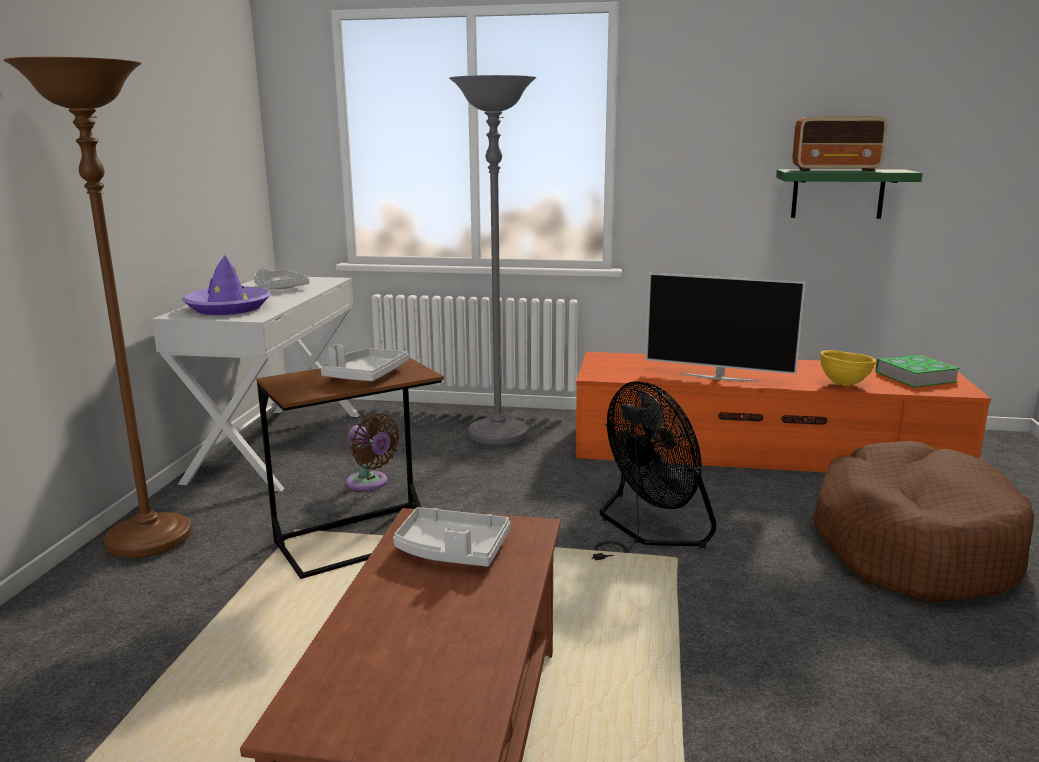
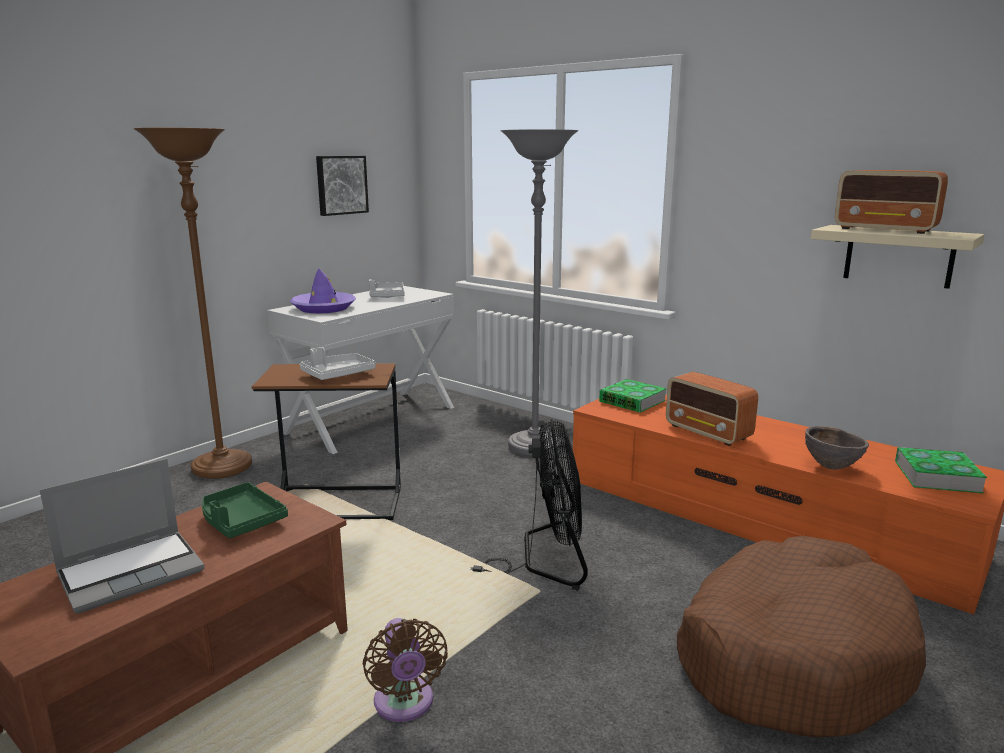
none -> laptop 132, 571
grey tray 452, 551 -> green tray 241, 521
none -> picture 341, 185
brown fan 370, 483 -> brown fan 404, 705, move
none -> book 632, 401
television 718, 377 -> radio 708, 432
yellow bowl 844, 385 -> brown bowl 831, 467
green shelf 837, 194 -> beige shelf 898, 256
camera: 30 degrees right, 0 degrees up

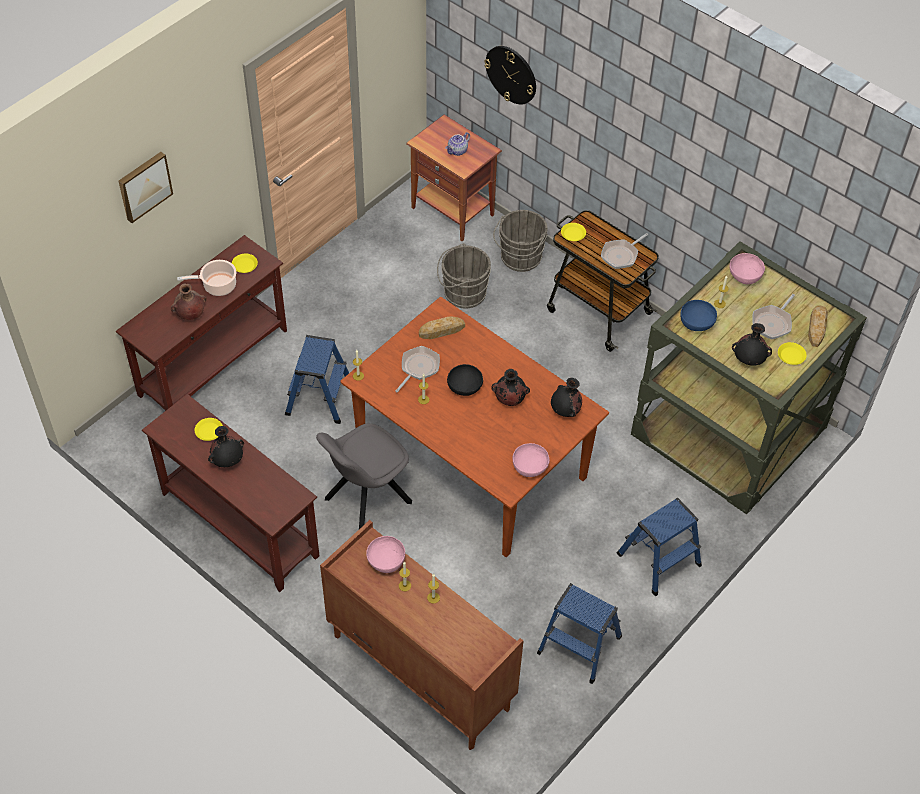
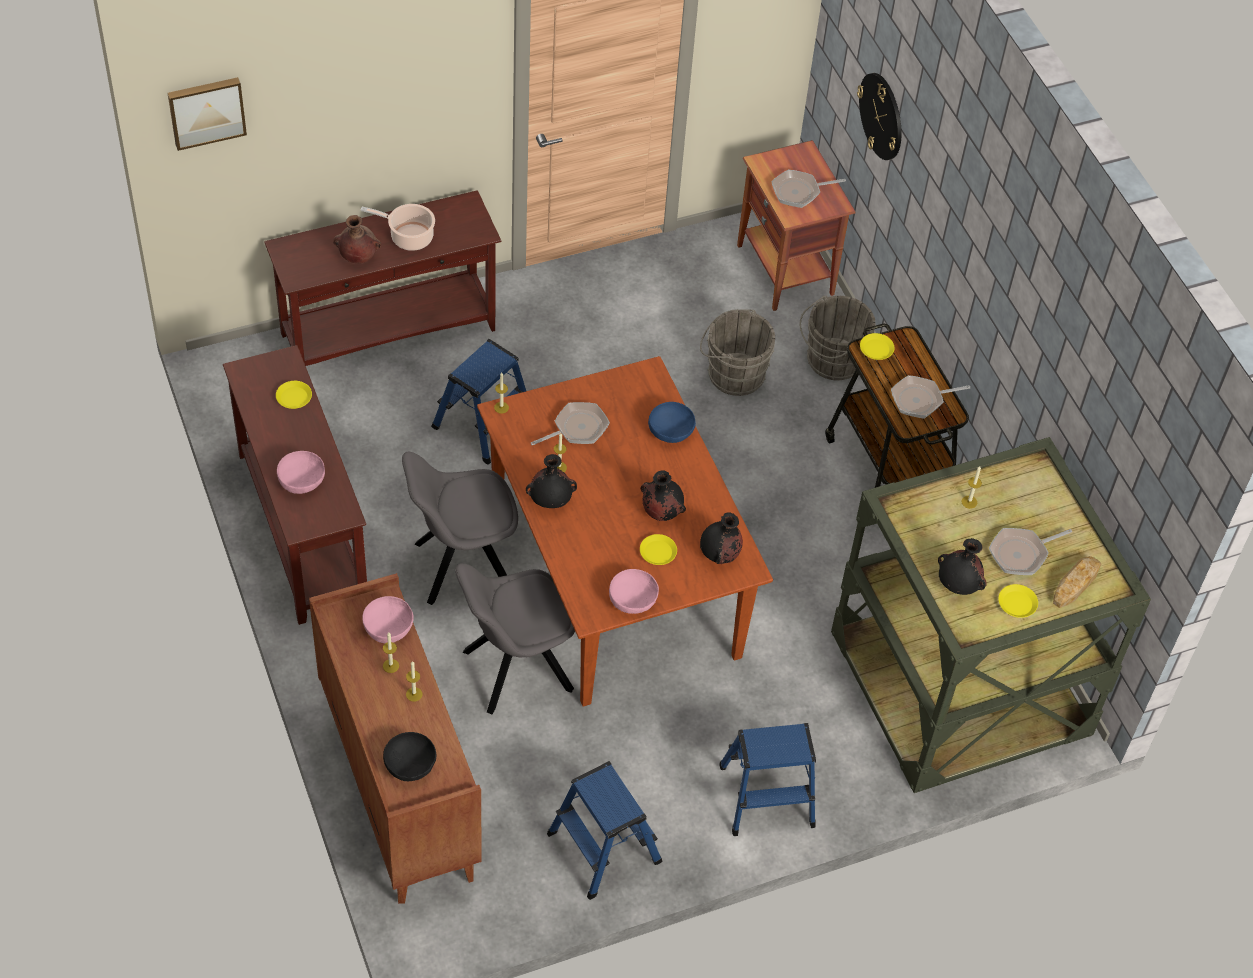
picture 144, 185 -> picture 206, 111, move
pink bowl 744, 275 -> pink bowl 302, 481, move
black bowl 465, 387 -> black bowl 410, 765, move
none -> grey chair 516, 670
black vase 228, 460 -> black vase 551, 501, move
yellow plate 245, 265 -> yellow plate 658, 552, move
blue bowl 696, 322 -> blue bowl 671, 431, move
teapot 457, 151 -> frying pan 799, 192
bread 442, 330 -> none
camera: 25 degrees right, 0 degrees up

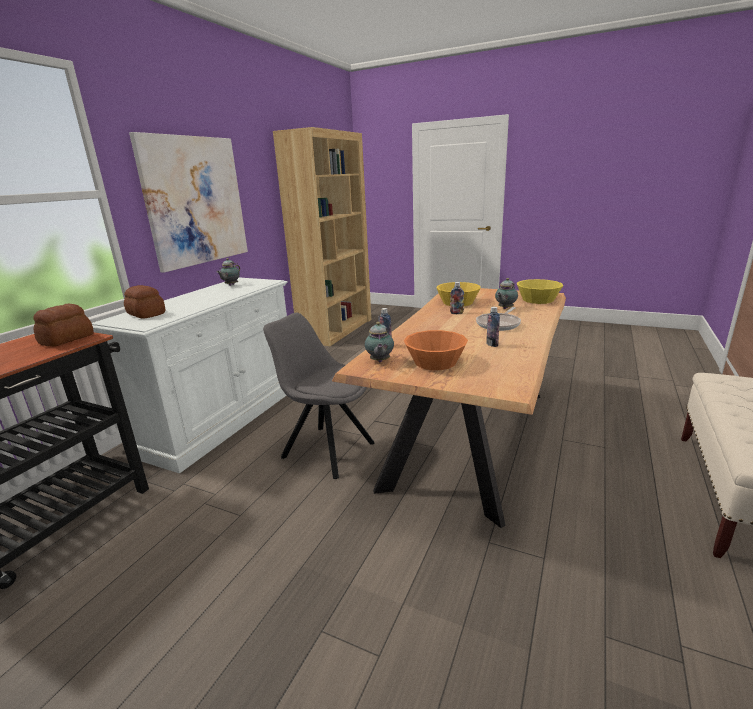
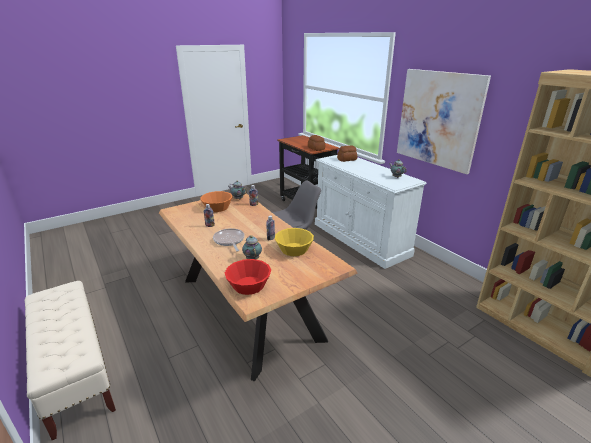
yellow bowl 537, 299 -> red bowl 249, 285
camera: 120 degrees right, 5 degrees up

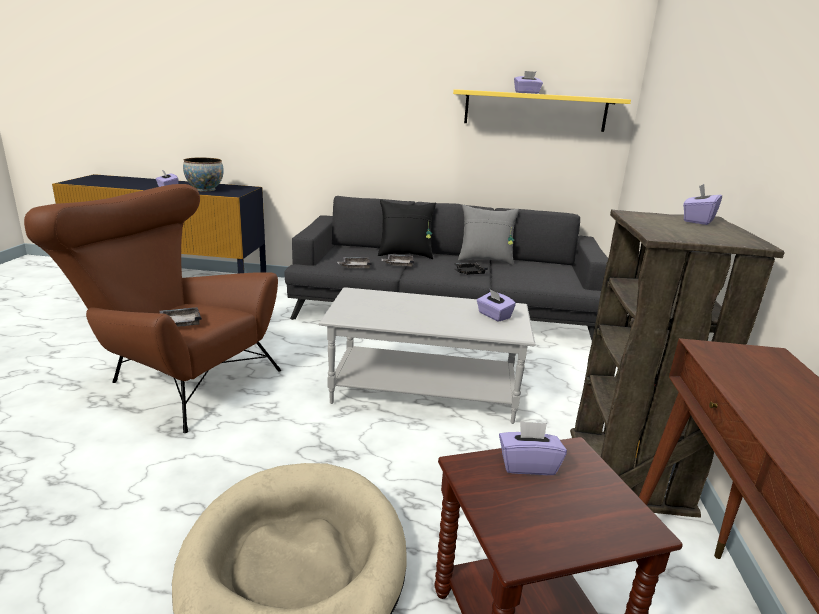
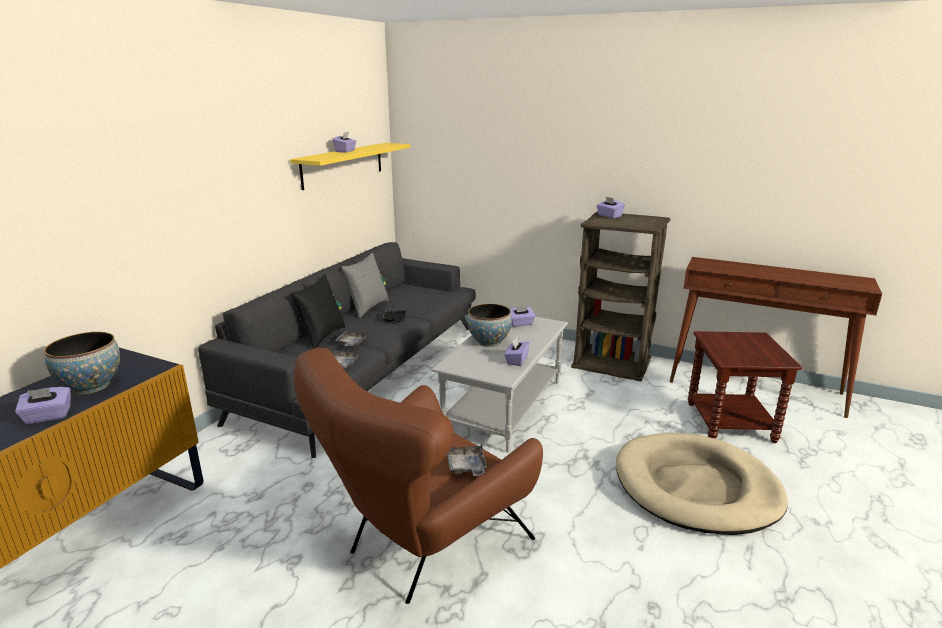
none -> bowl 489, 342
purple tissue box 528, 465 -> purple tissue box 516, 360, move
camera: 70 degrees left, 0 degrees up

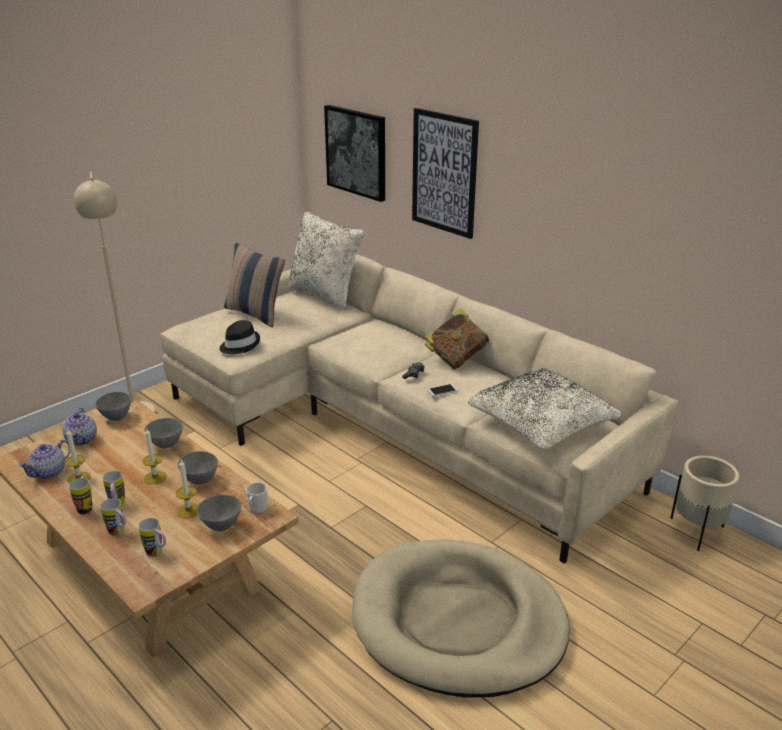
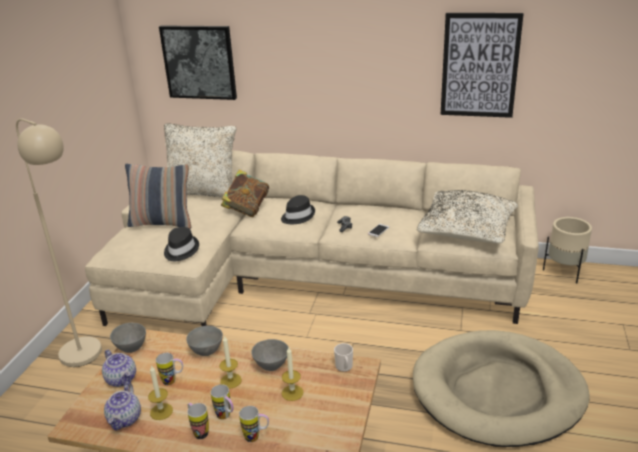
mug 157, 553 -> mug 173, 381, move
book 456, 358 -> book 247, 209, move
none -> black hat 297, 216
picture 444, 173 -> picture 479, 66, move
grey bowl 221, 526 -> none
camera: 30 degrees left, 0 degrees up

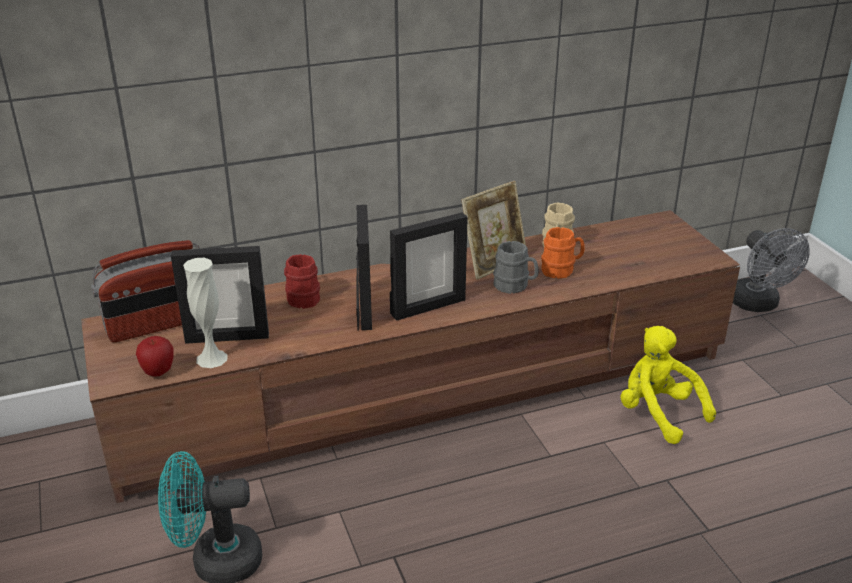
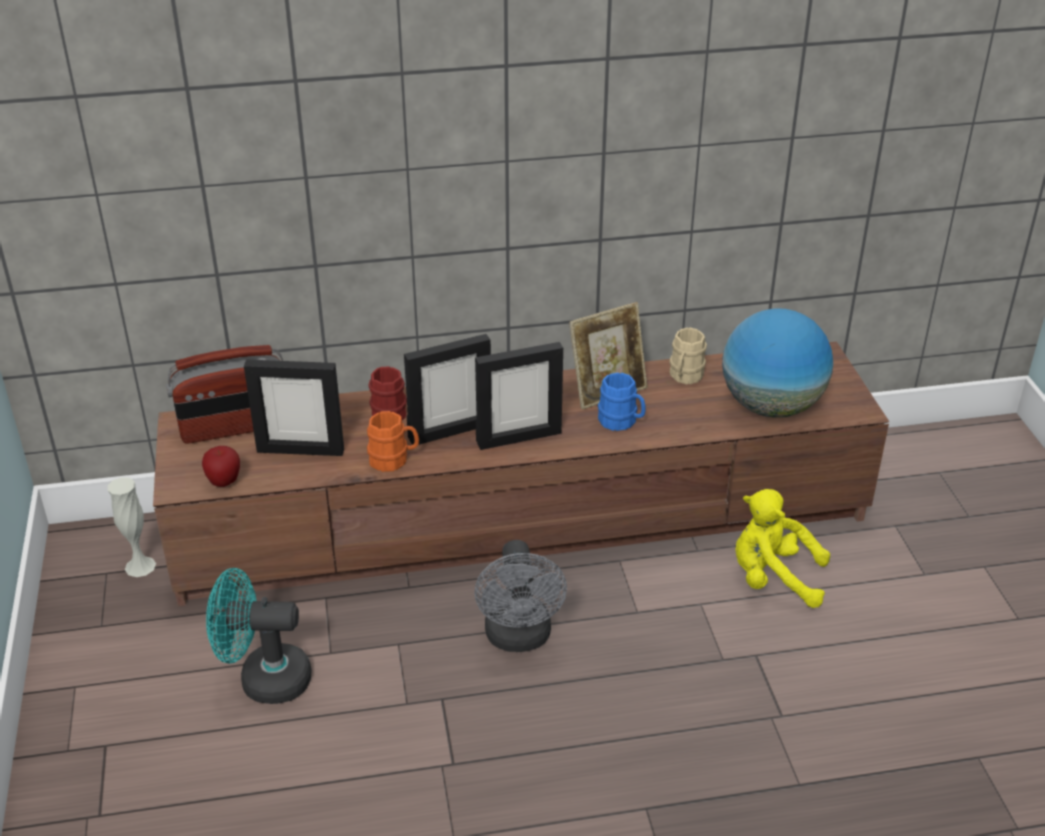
white vase 211, 358 -> white vase 140, 566, move
orange mug 561, 270 -> orange mug 394, 460, move
picture frame 364, 308 -> picture frame 450, 431, 60 degrees clockwise
grey fan 758, 305 -> grey fan 519, 638, move
grey mug 515, 286 -> blue mug 621, 422
none -> globe 770, 407
yellow plush toy 658, 413 -> yellow plush toy 773, 578, 45 degrees counterclockwise
camera: 10 degrees right, 5 degrees up

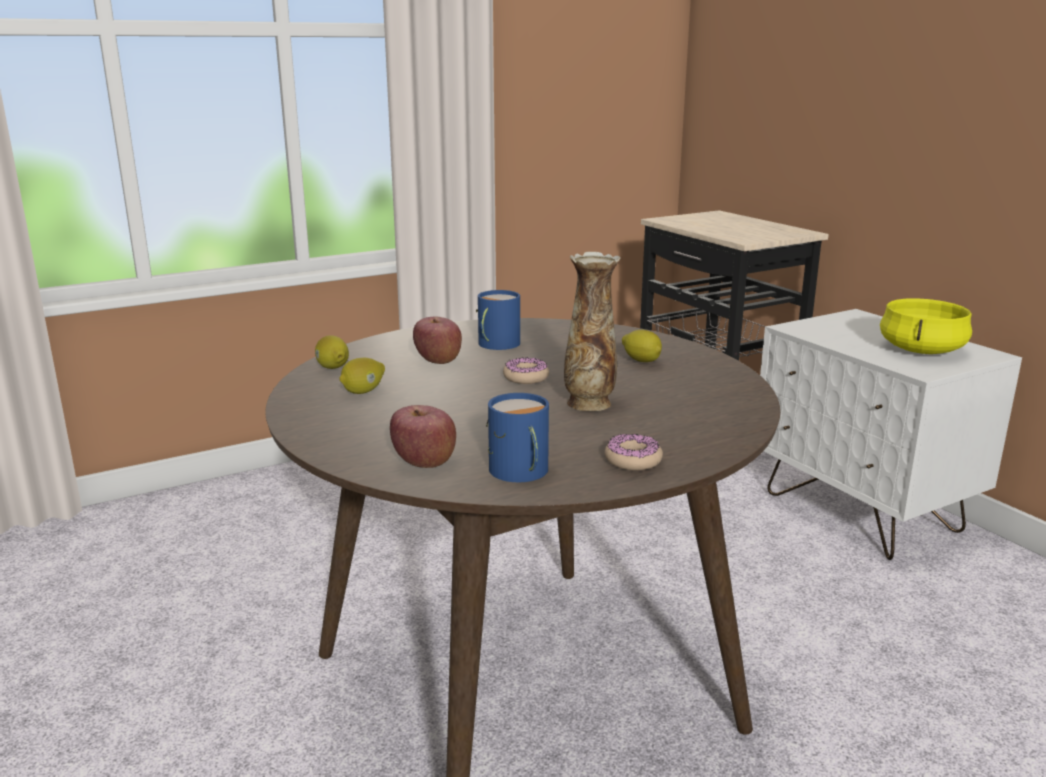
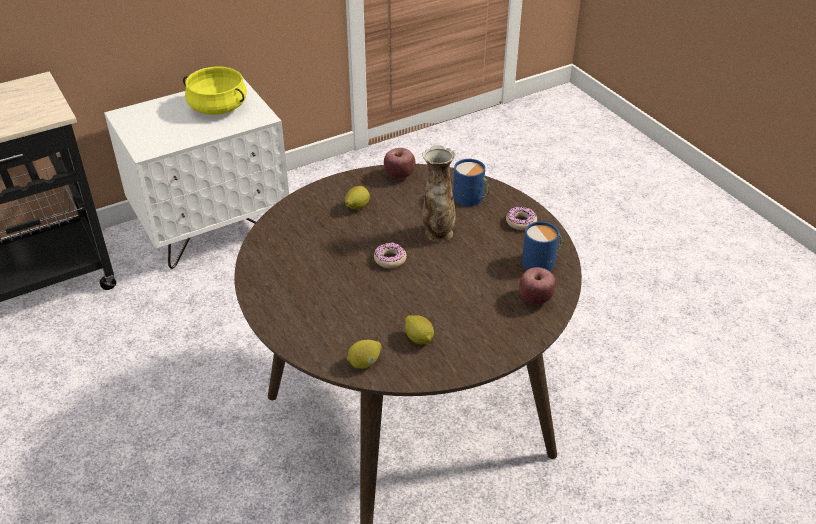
apple 438, 360 -> apple 399, 175, move
blue mug 495, 344 -> blue mug 471, 198, move
camera: 90 degrees left, 20 degrees up

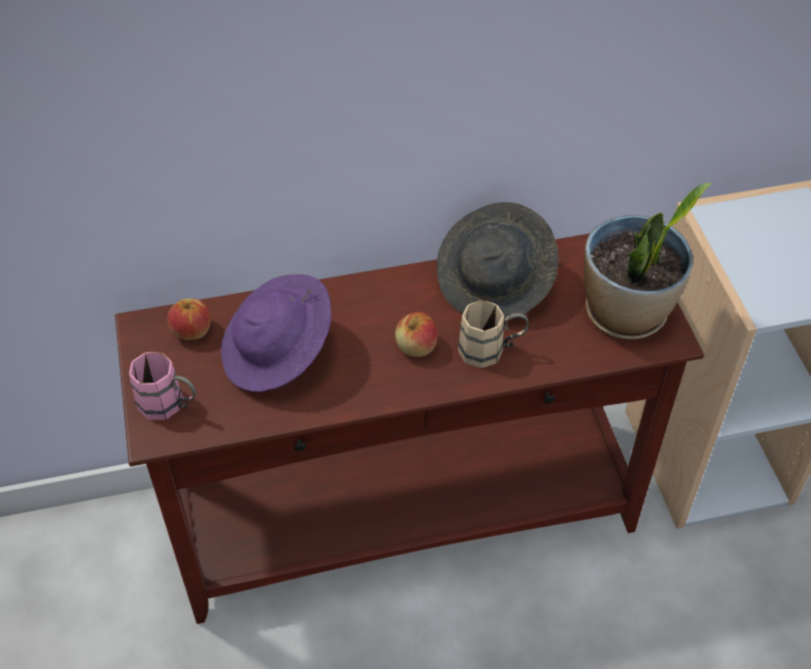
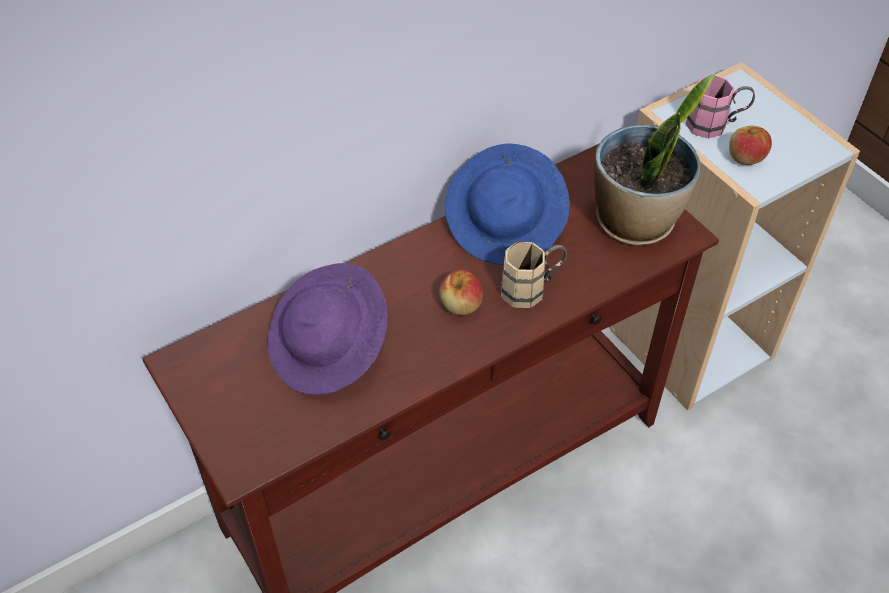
grey hat 495, 284 -> blue hat 506, 226
pink mug 170, 405 -> pink mug 715, 125, move
apple 191, 331 -> apple 745, 158, move
camera: 20 degrees left, 0 degrees up

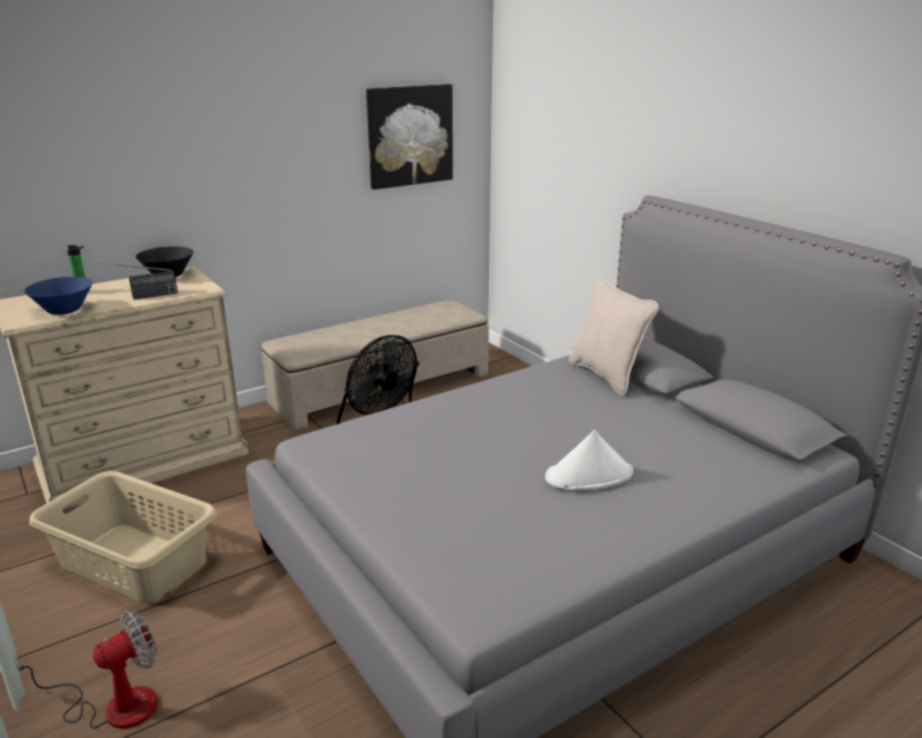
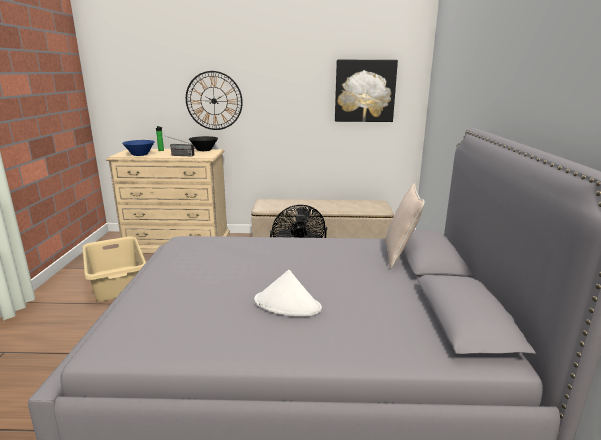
none -> wall clock 214, 101
fan 114, 705 -> none
camera: 35 degrees right, 5 degrees down

